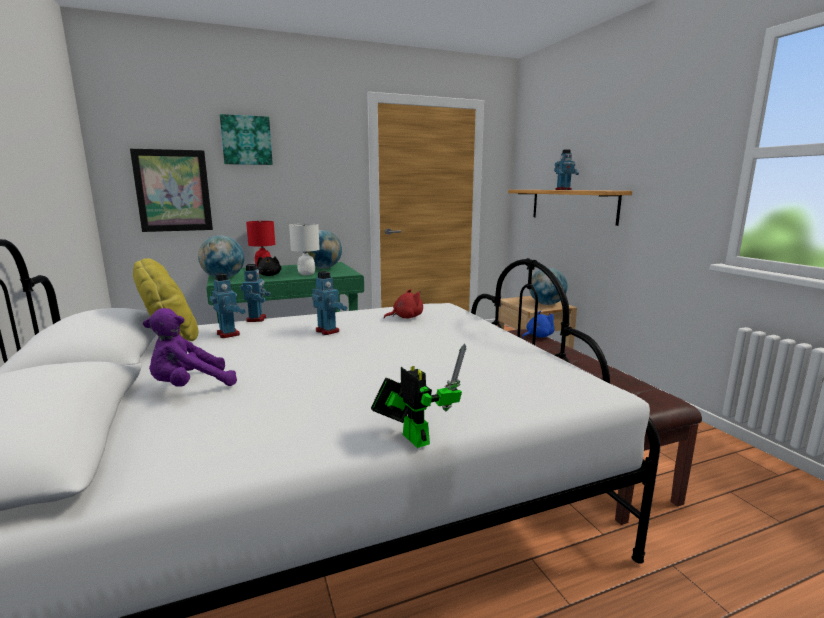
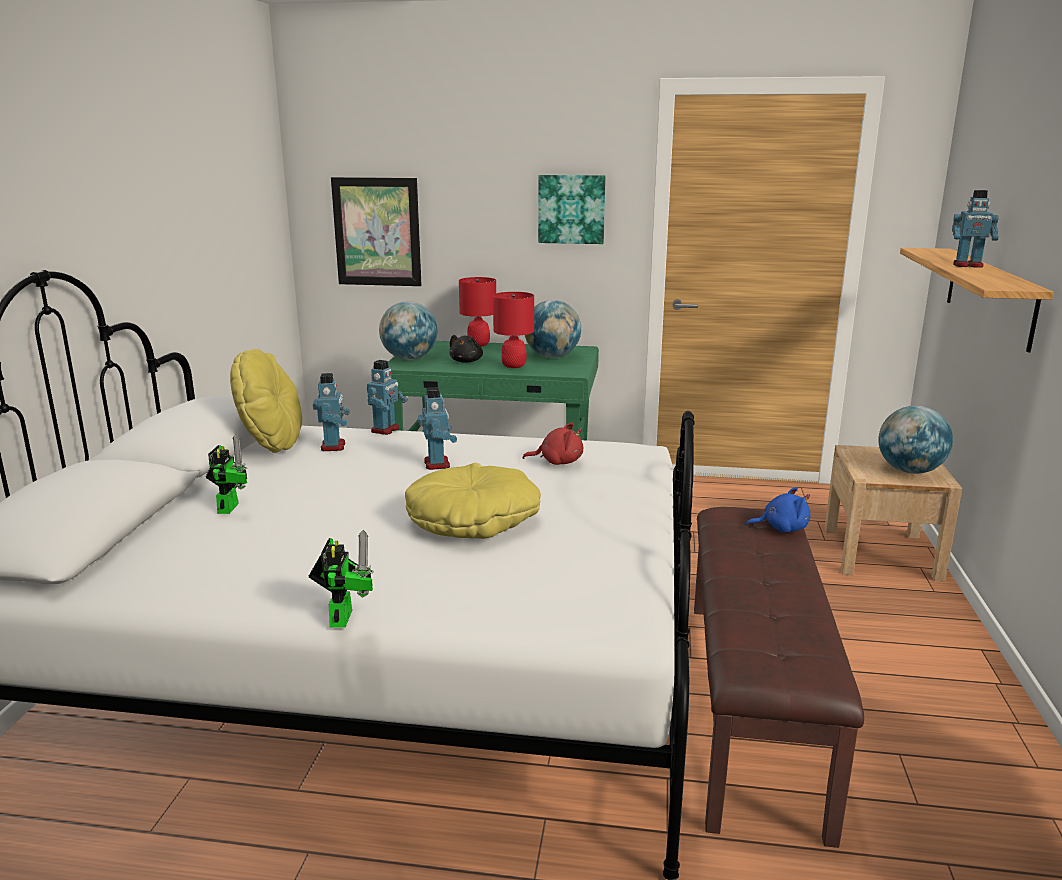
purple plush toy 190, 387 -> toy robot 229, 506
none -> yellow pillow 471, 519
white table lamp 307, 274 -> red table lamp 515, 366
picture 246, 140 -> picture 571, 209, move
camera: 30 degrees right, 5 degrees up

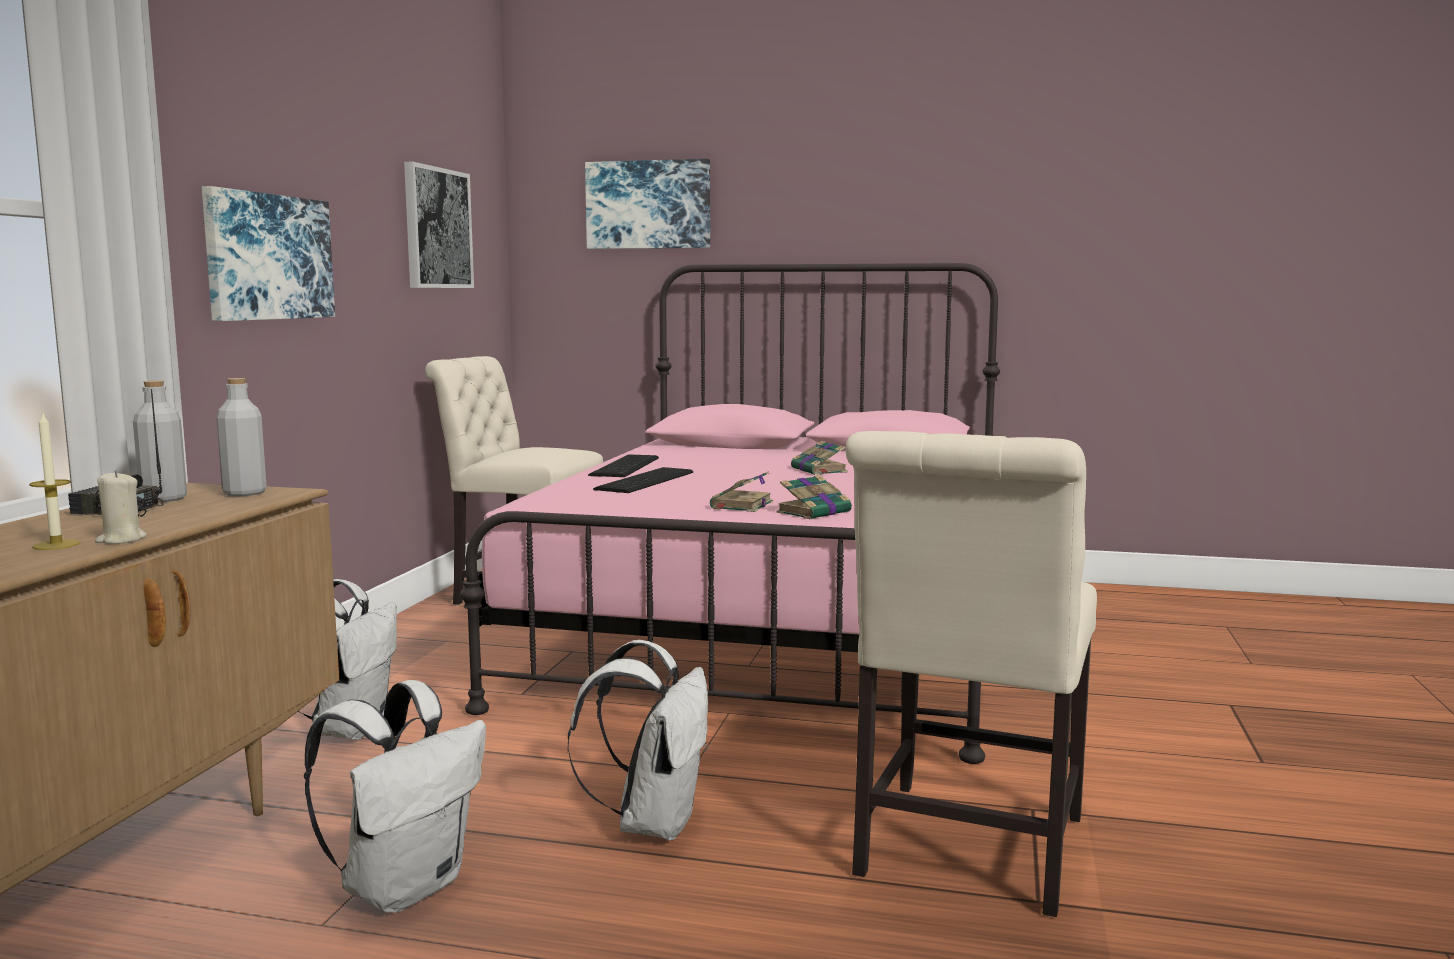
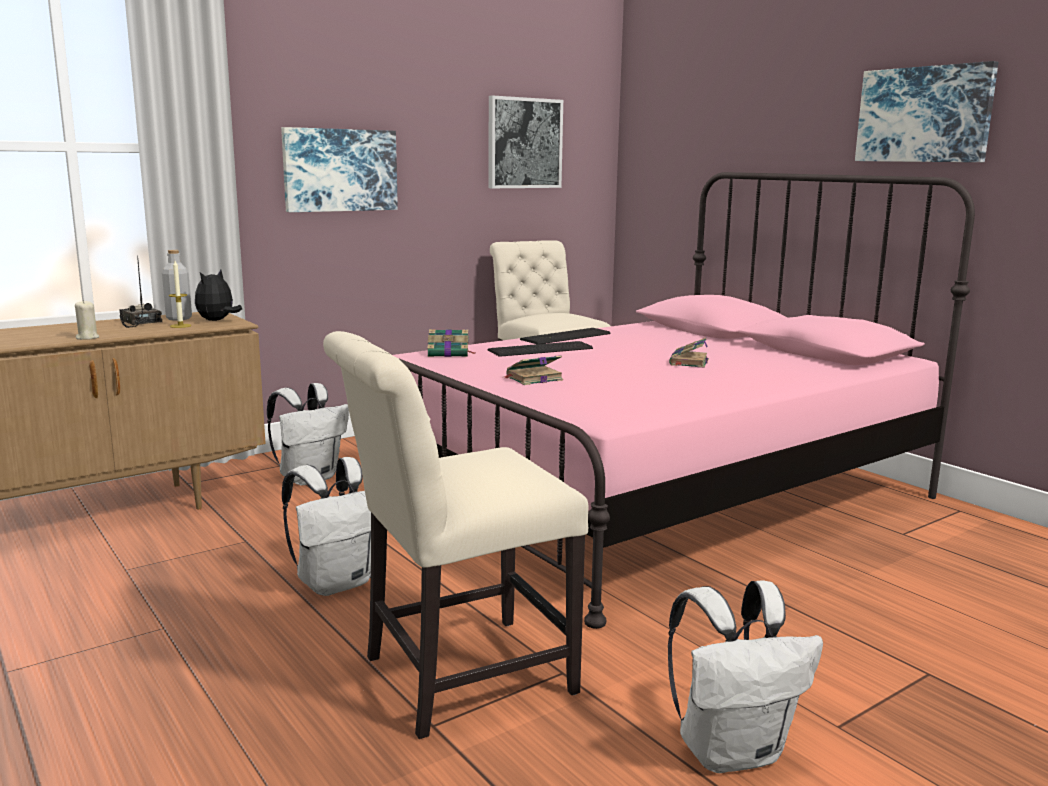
candle 56, 545 -> candle 180, 326, move
grey bottle 244, 493 -> plush toy 217, 321
book 815, 512 -> book 449, 353, move
white backpack 405, 886 -> white backpack 732, 751, move
picture 648, 205 -> picture 924, 115, move
camera: 40 degrees right, 5 degrees up

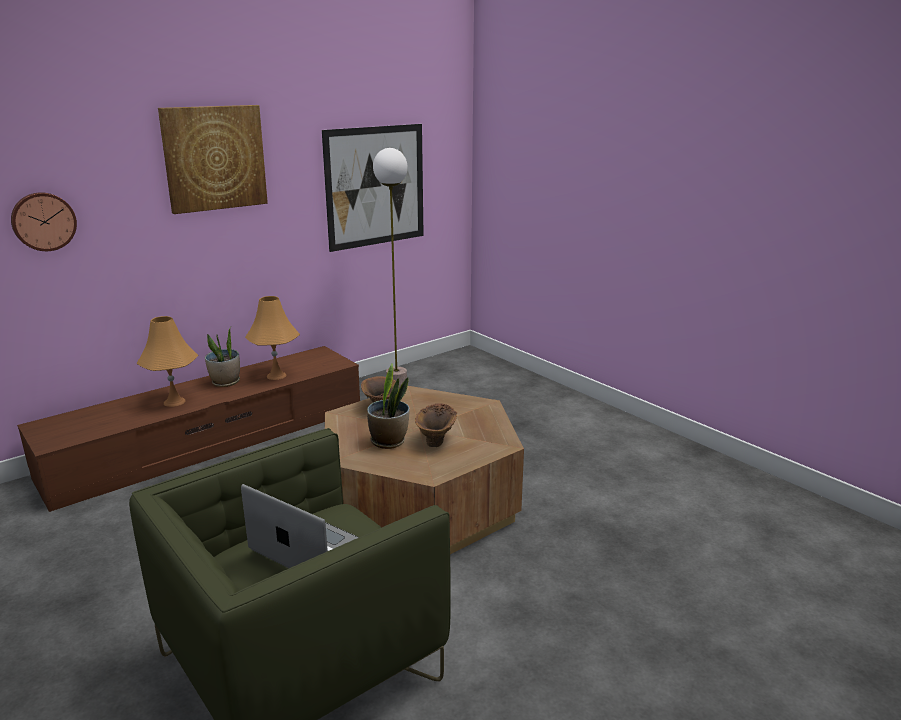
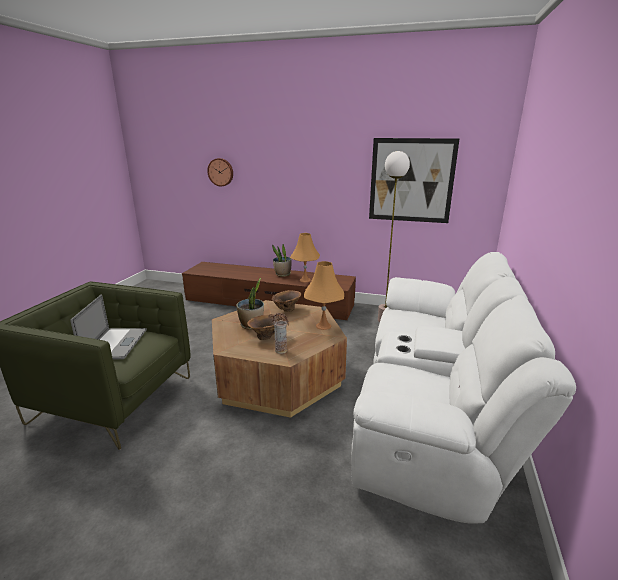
none -> vase 281, 350
orange table lamp 174, 402 -> orange table lamp 323, 326, move
none -> white sofa 432, 406
picture 214, 158 -> none
camera: 55 degrees right, 0 degrees up

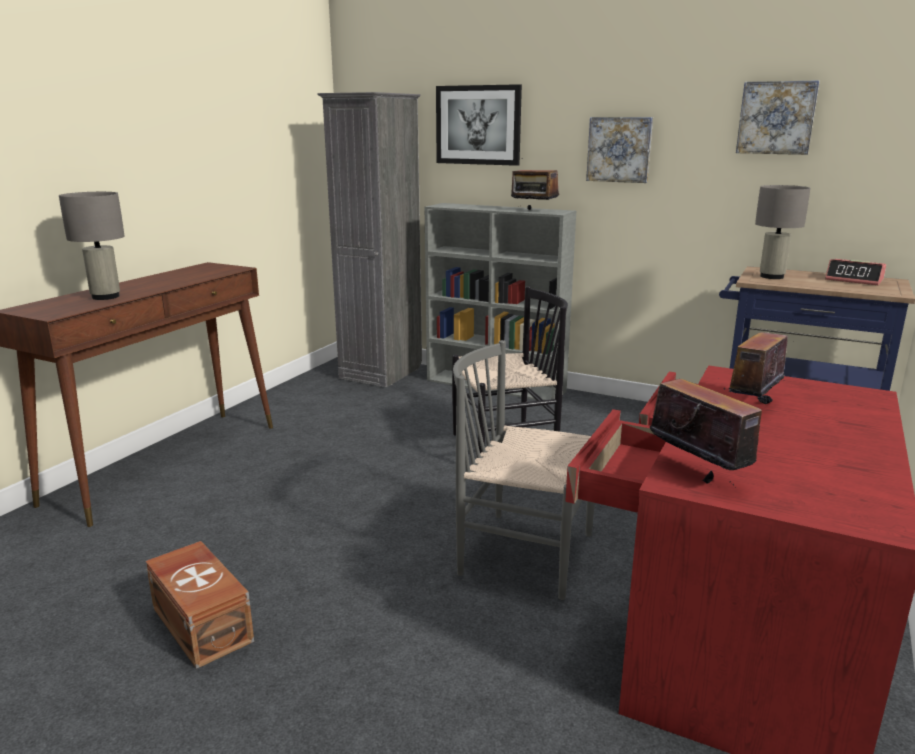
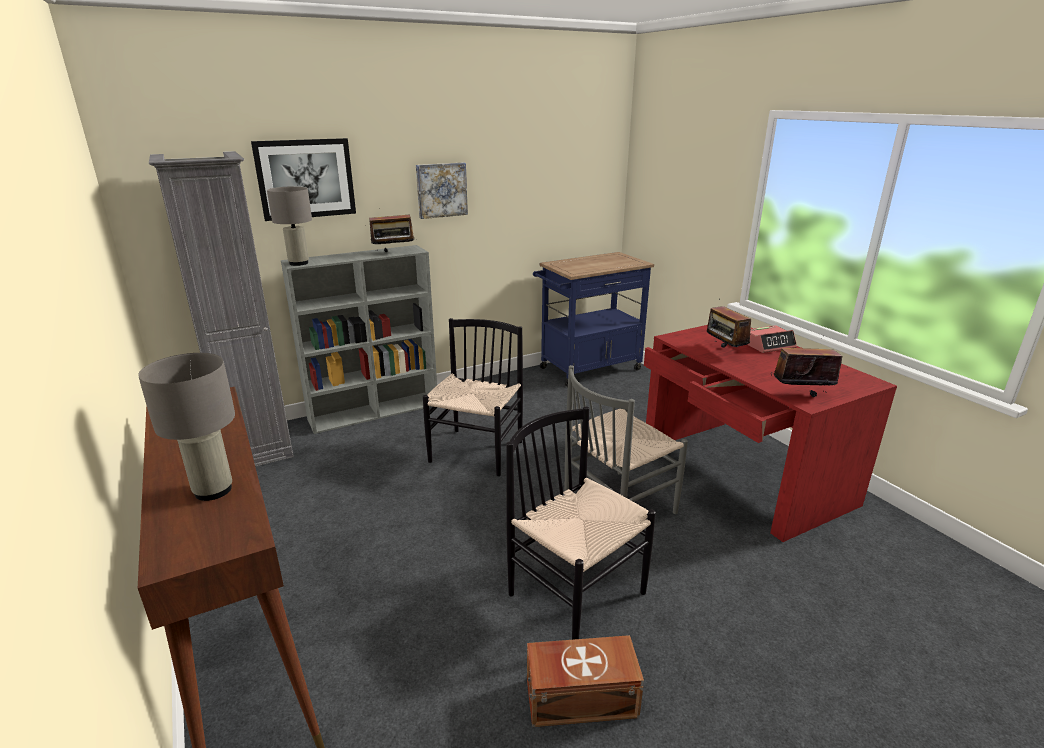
grey table lamp 771, 276 -> grey table lamp 298, 263, move
none -> black chair 573, 590
alarm clock 854, 280 -> alarm clock 768, 345, move
picture 776, 118 -> none
camera: 55 degrees left, 5 degrees up

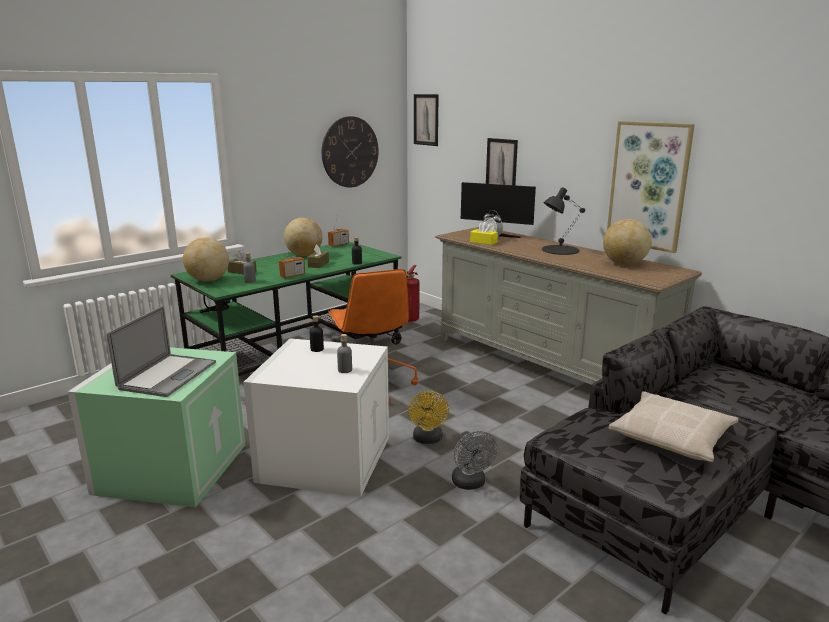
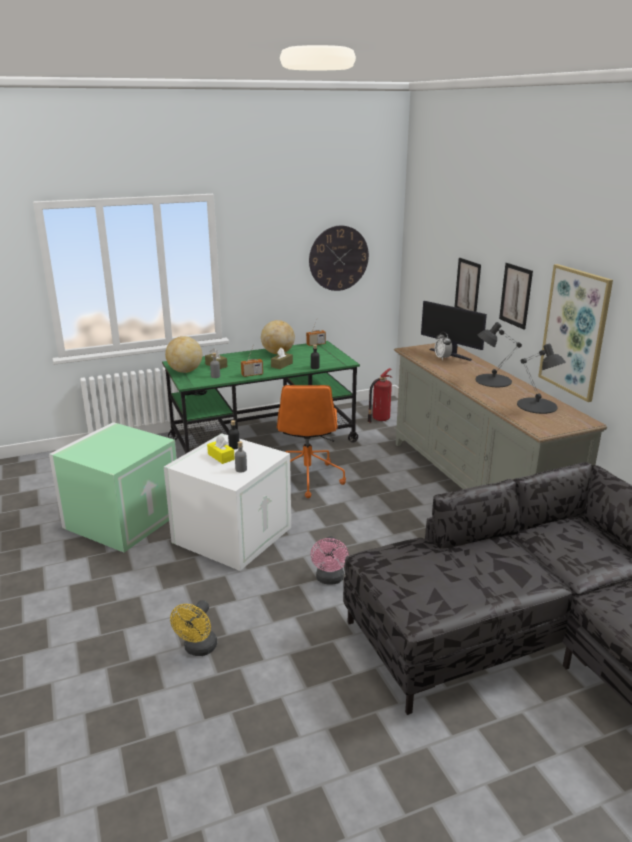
yellow fan 428, 440 -> yellow fan 198, 649, move
yellow tissue box 483, 242 -> yellow tissue box 221, 457, move
grey fan 470, 484 -> pink fan 329, 580
picture 426, 119 -> picture 516, 295, move
globe 624, 264 -> black table lamp 537, 406
laptop 168, 375 -> none
beige pillow 672, 436 -> none
camera: 20 degrees right, 5 degrees up

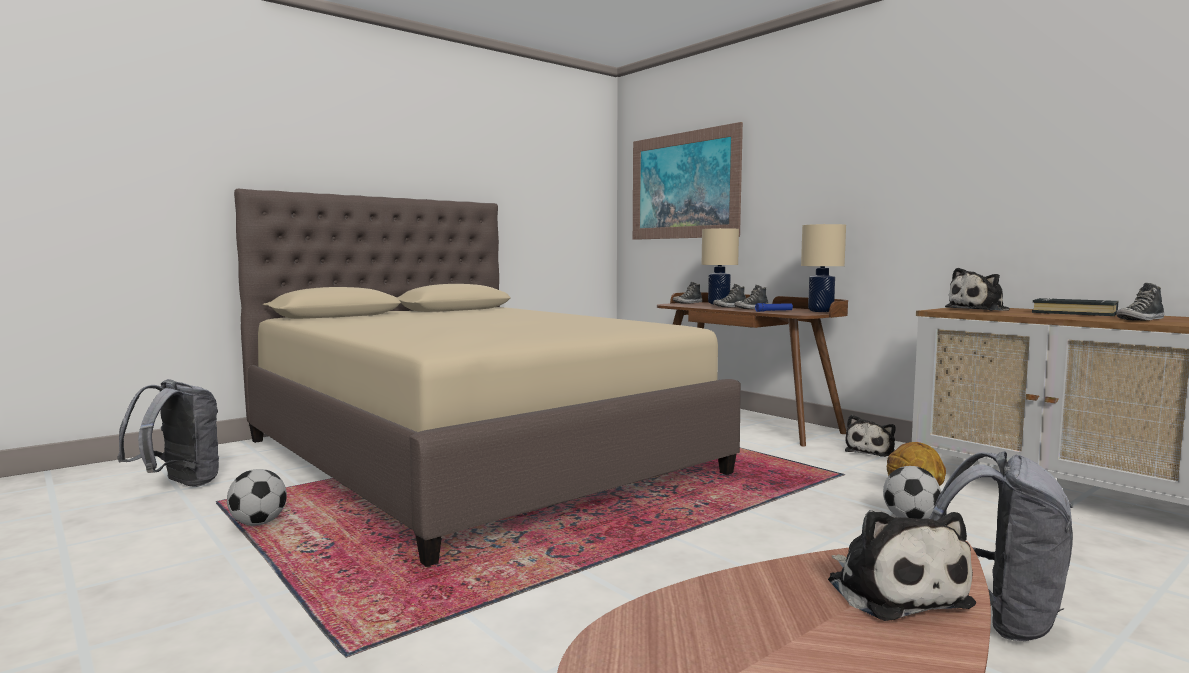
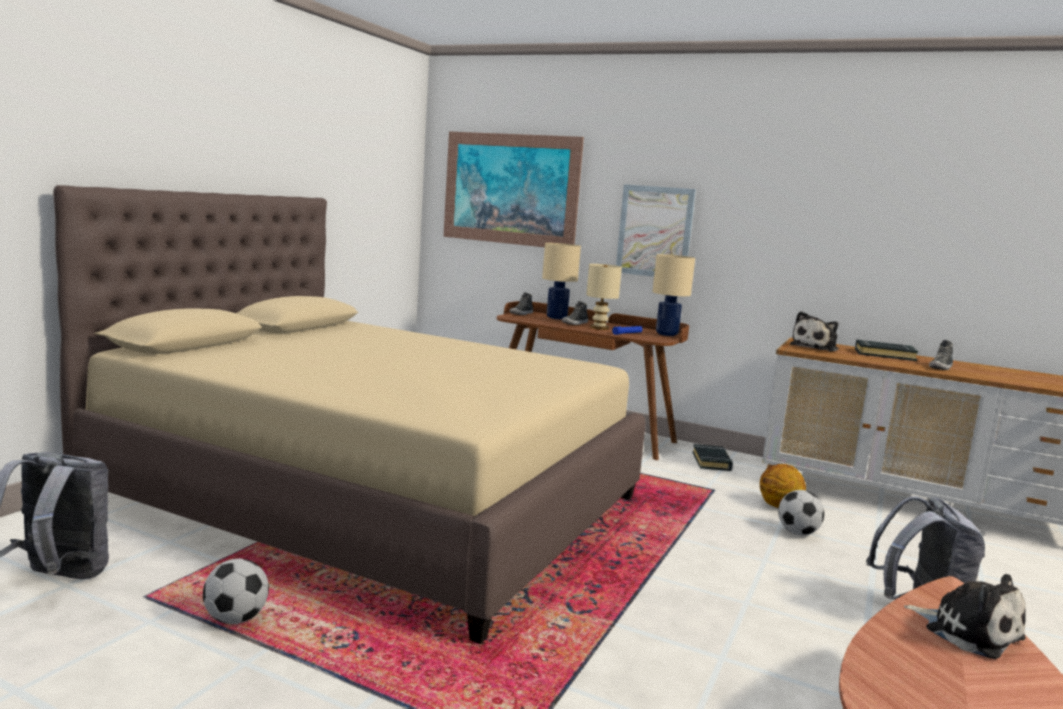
shoe 751, 308 -> beige table lamp 600, 328
none -> picture 654, 231
plush toy 871, 451 -> black book 711, 461
camera: 25 degrees left, 5 degrees up

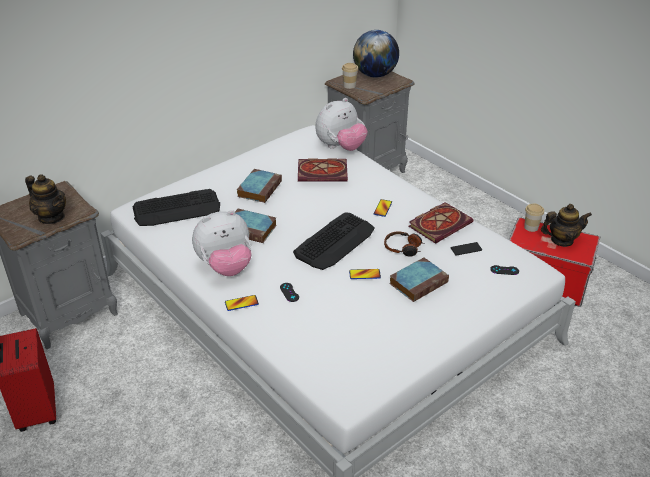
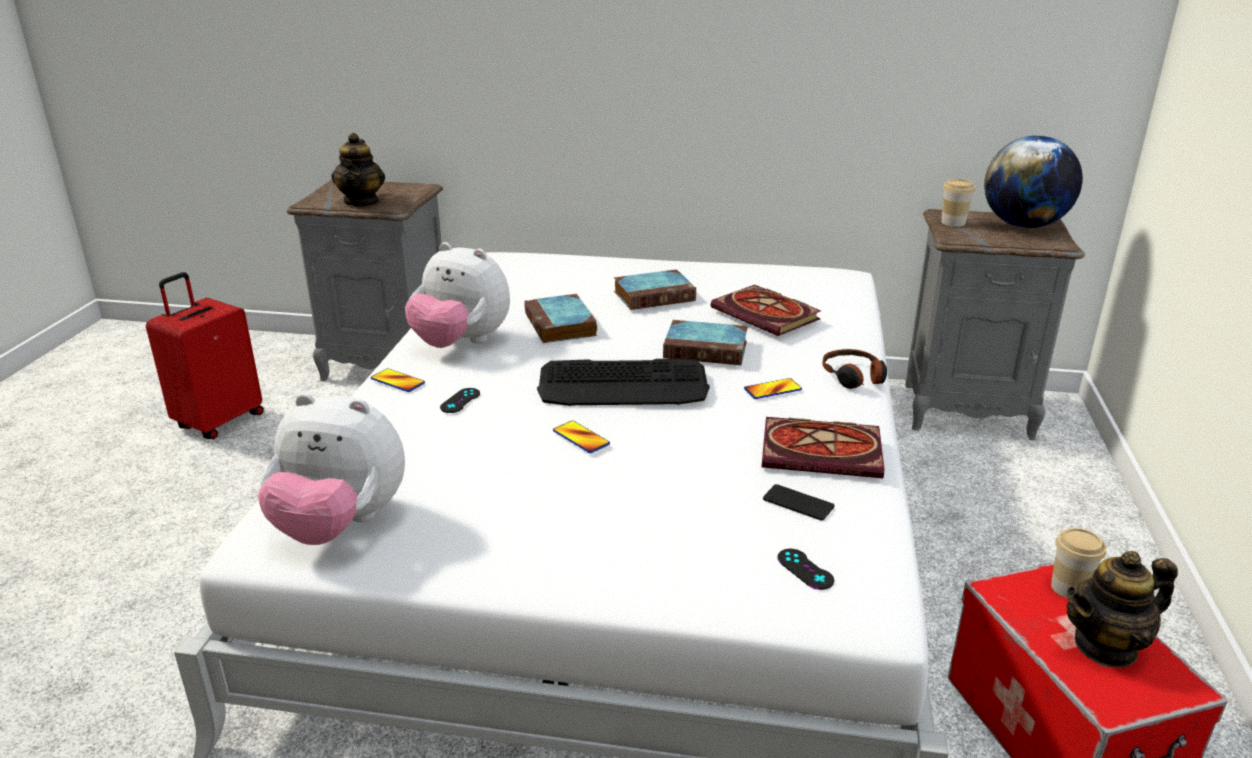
plush toy 340, 147 -> plush toy 340, 526, move
book 419, 282 -> book 707, 349, move
headphones 403, 248 -> headphones 854, 377, move
teapot 561, 240 -> teapot 1105, 647, 120 degrees clockwise
keyboard 177, 209 -> none
camera: 50 degrees right, 10 degrees down

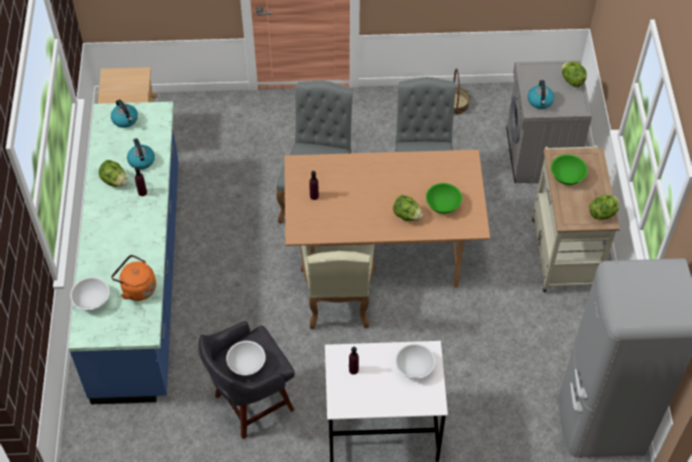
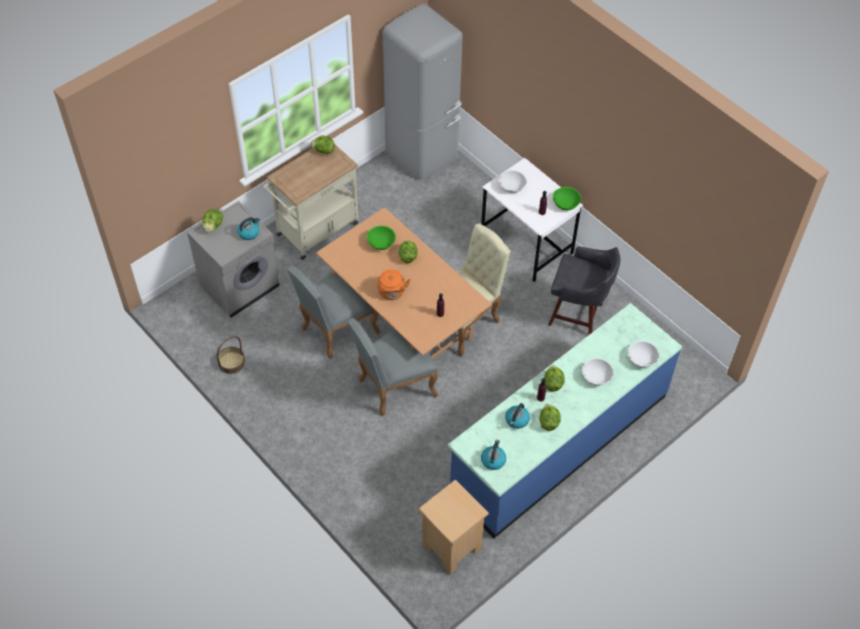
orange kettle 137, 288 -> orange kettle 392, 293, move
none -> lettuce 553, 383
green bowl 567, 176 -> green bowl 565, 204, move
white bowl 246, 365 -> white bowl 596, 377, move
camera: 130 degrees left, 0 degrees up

